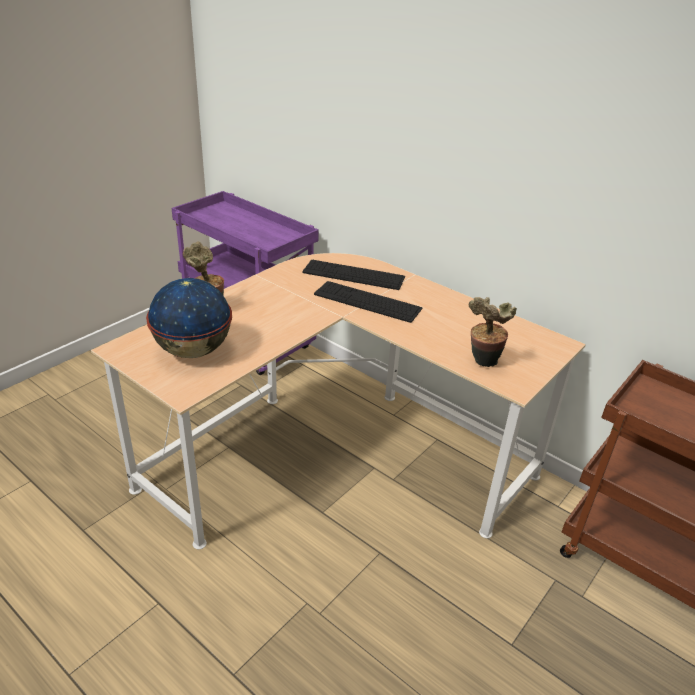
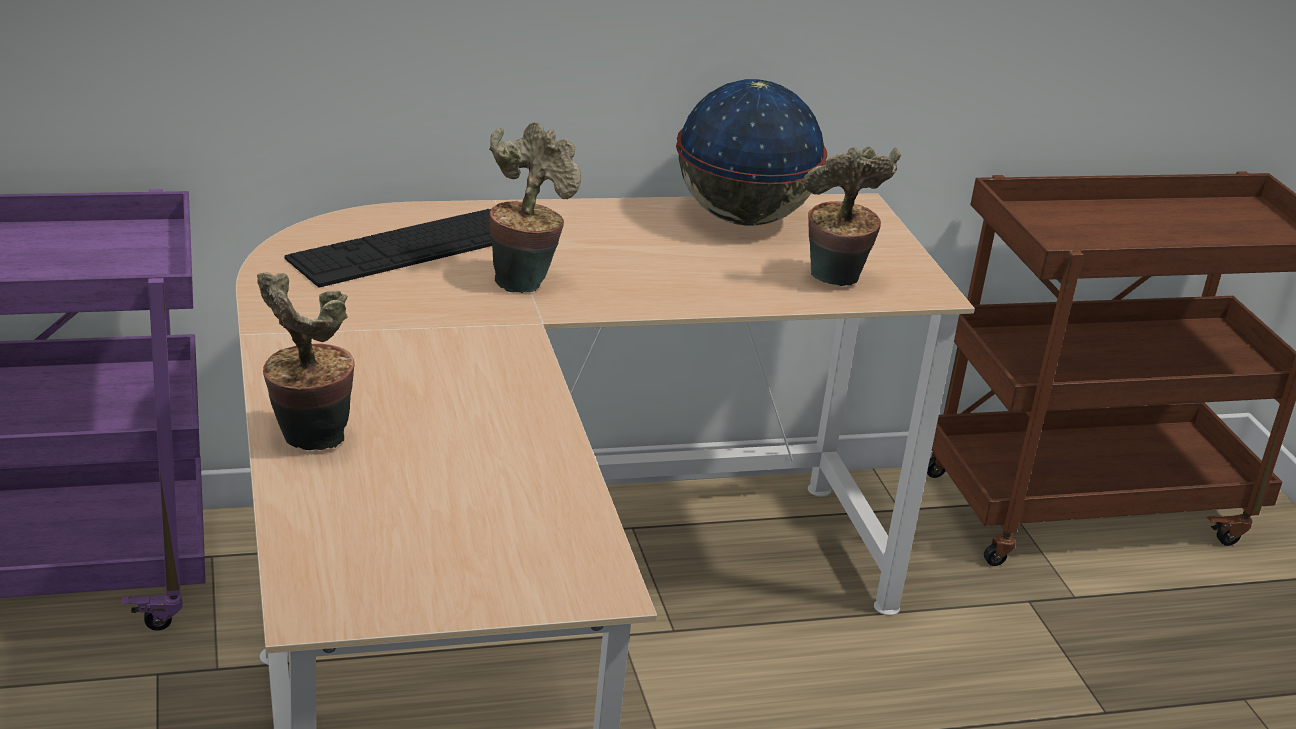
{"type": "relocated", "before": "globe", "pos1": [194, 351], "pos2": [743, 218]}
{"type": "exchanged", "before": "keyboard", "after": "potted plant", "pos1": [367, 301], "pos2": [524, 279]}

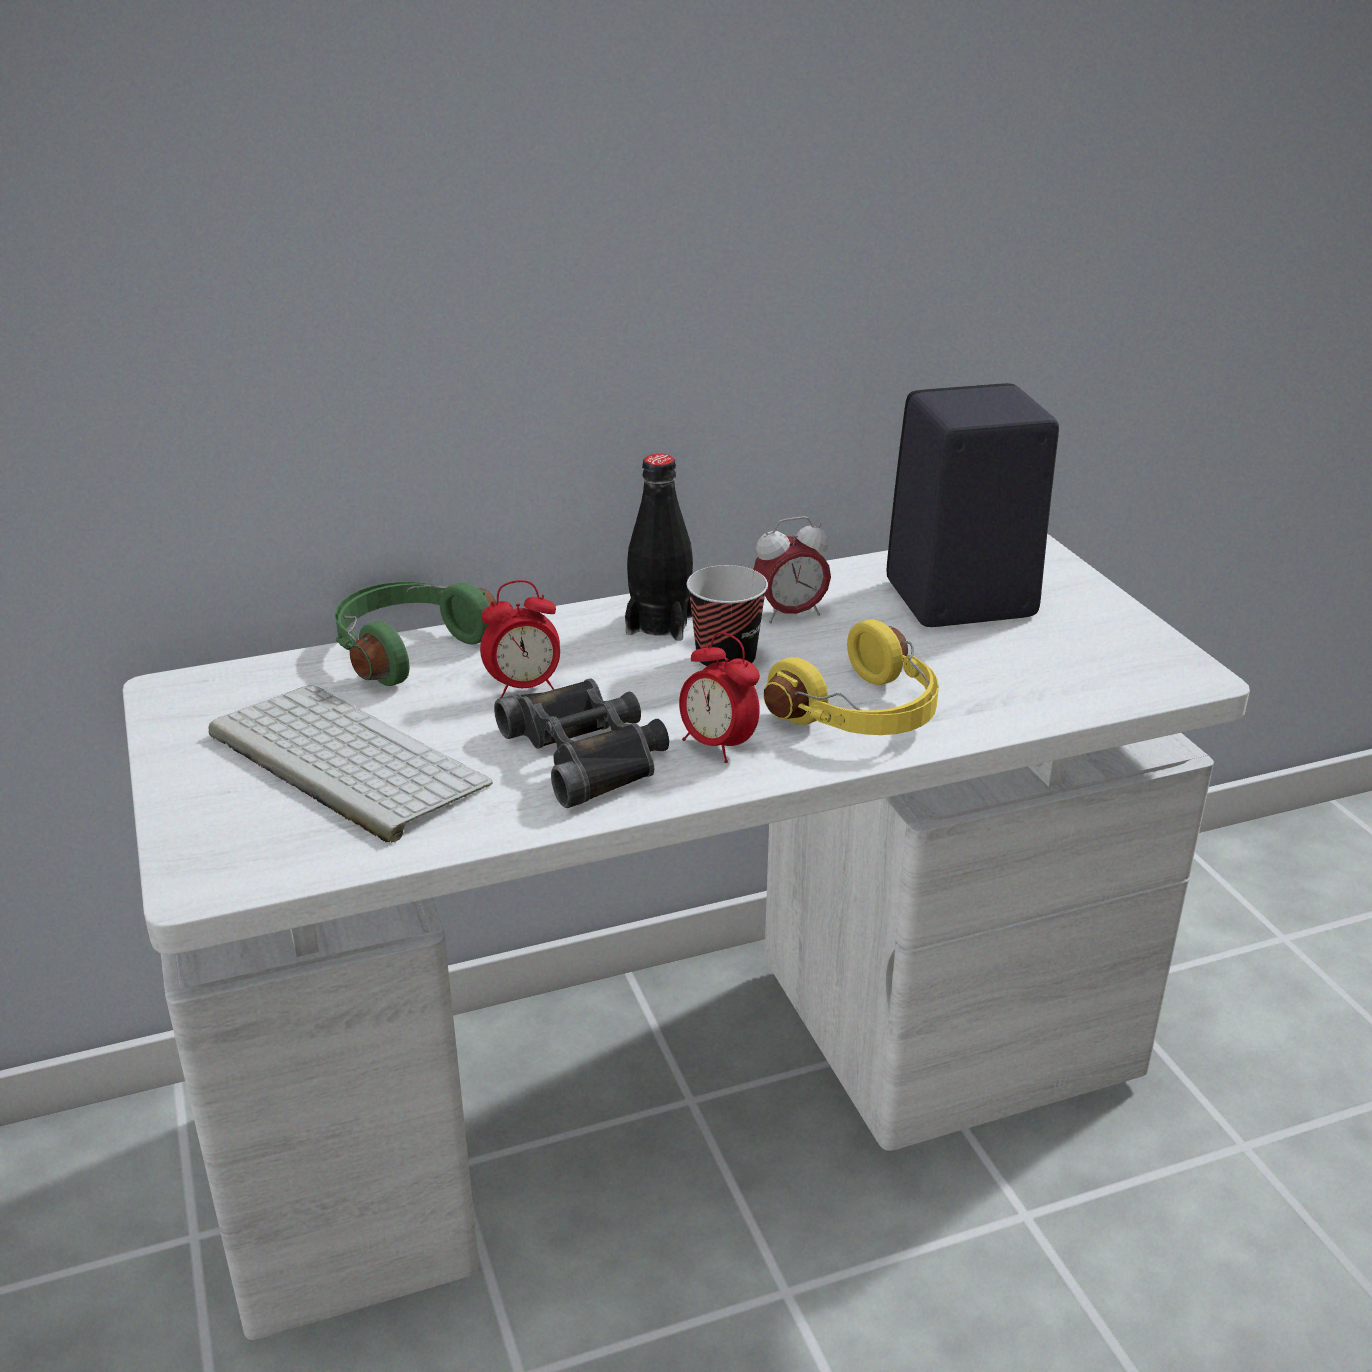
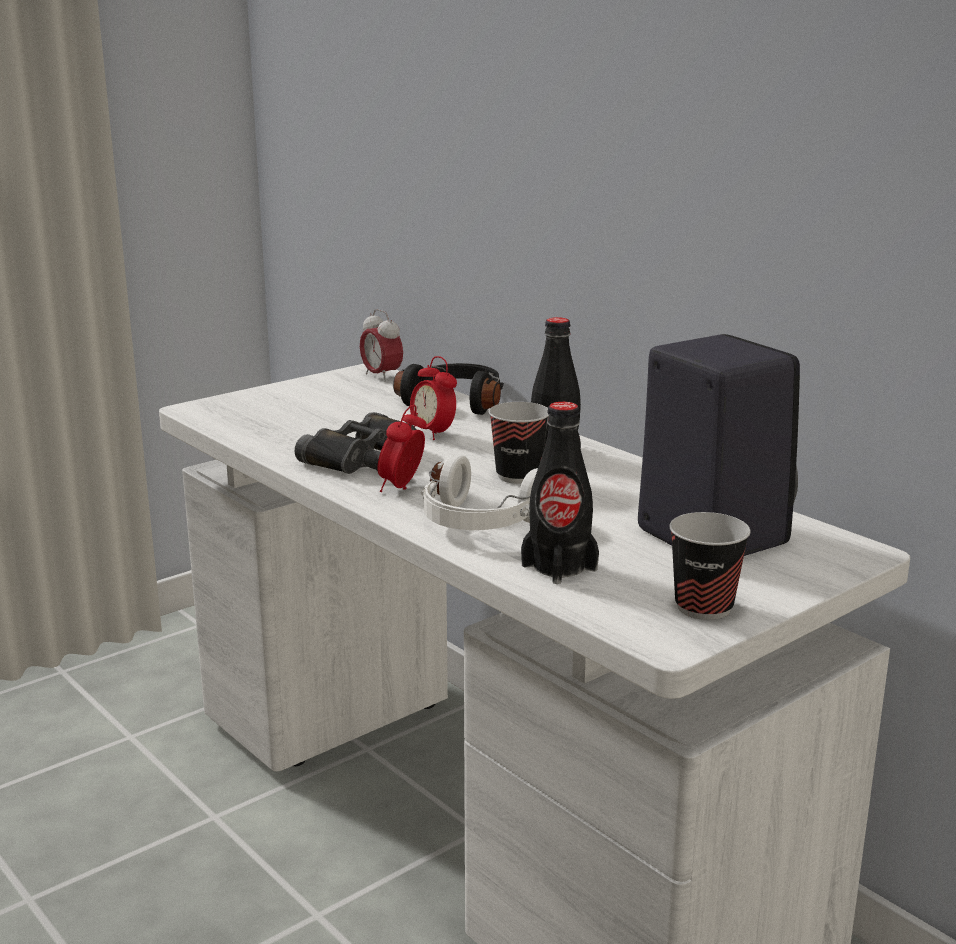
{"type": "missing", "before": "keyboard", "pos1": [341, 760]}
{"type": "colour", "before": "green headphones", "after": "black headphones", "pos1": [405, 648], "pos2": [456, 402]}
{"type": "relocated", "before": "alarm clock", "pos1": [790, 614], "pos2": [381, 376]}
{"type": "colour", "before": "yellow headphones", "after": "white headphones", "pos1": [863, 714], "pos2": [480, 523]}
{"type": "appeared", "after": "black bottle", "pos2": [559, 567]}
{"type": "appeared", "after": "cup", "pos2": [704, 607]}

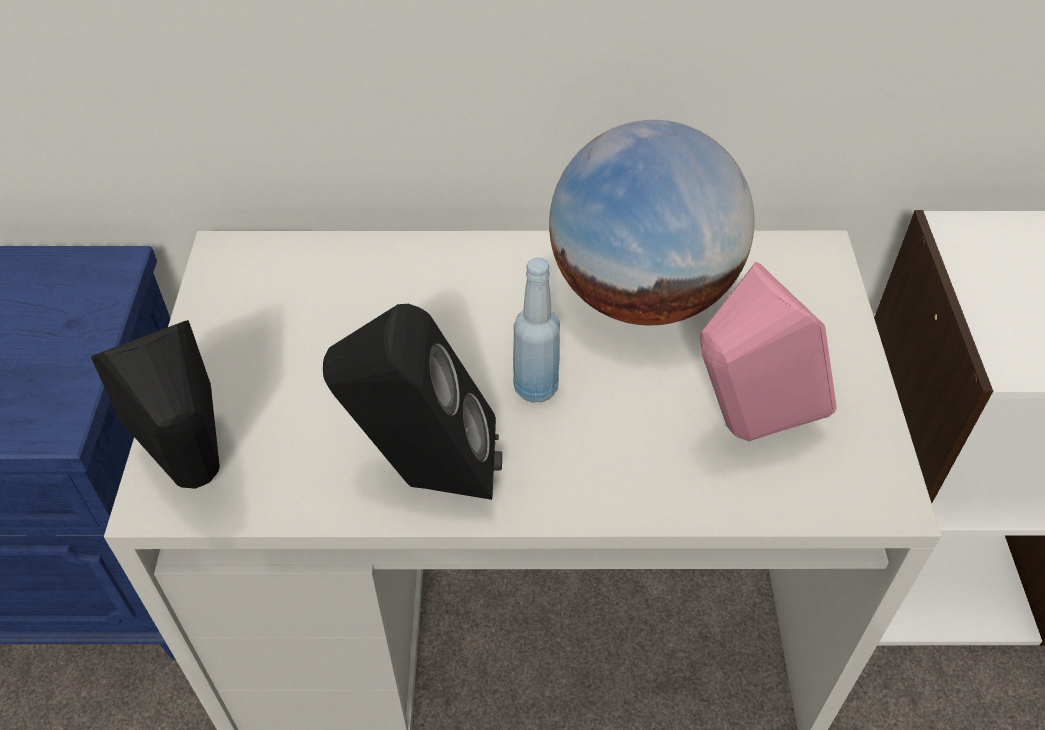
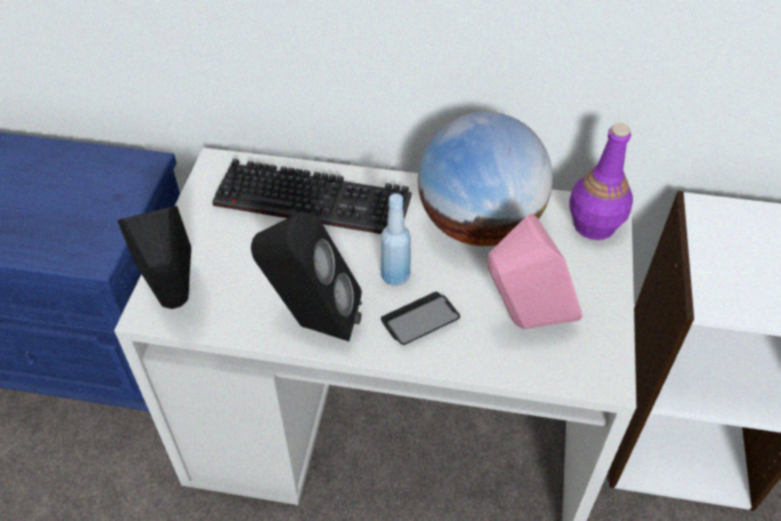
{"type": "appeared", "after": "keyboard", "pos2": [317, 199]}
{"type": "appeared", "after": "phone", "pos2": [420, 319]}
{"type": "appeared", "after": "purple bottle", "pos2": [593, 225]}

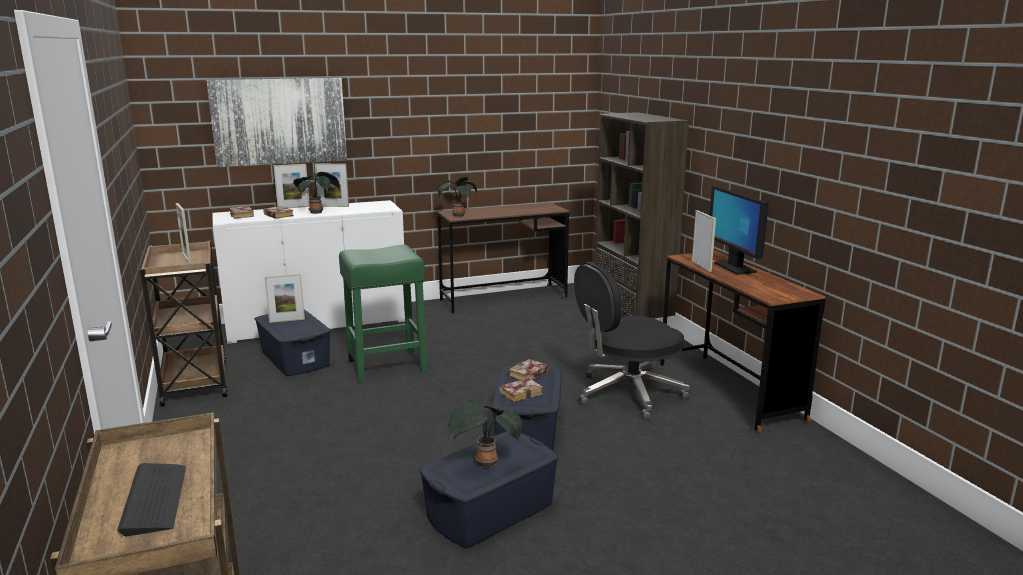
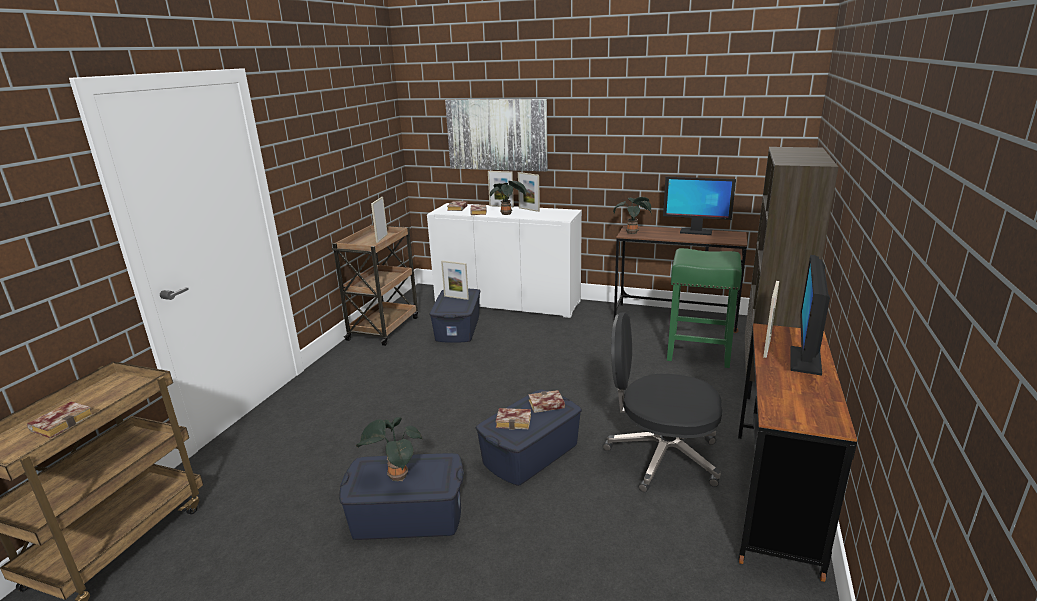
{"type": "exchanged", "before": "keyboard", "after": "book", "pos1": [154, 499], "pos2": [63, 422]}
{"type": "relocated", "before": "green stool", "pos1": [385, 366], "pos2": [697, 353]}
{"type": "appeared", "after": "monitor", "pos2": [695, 232]}

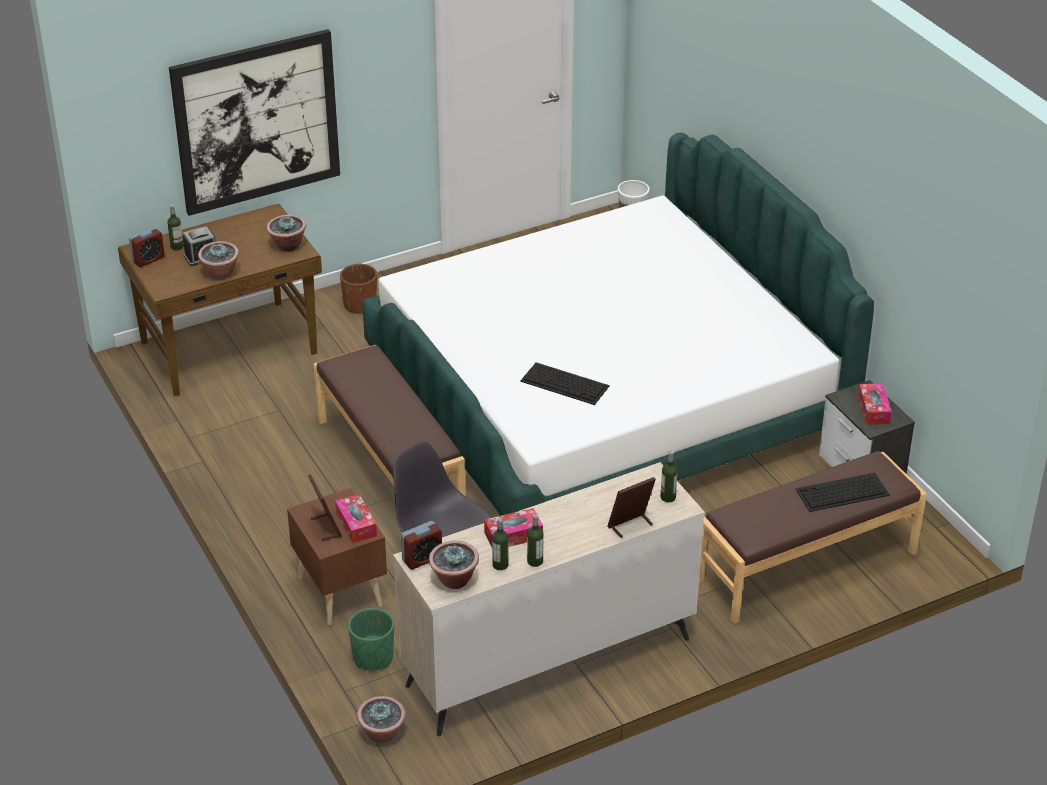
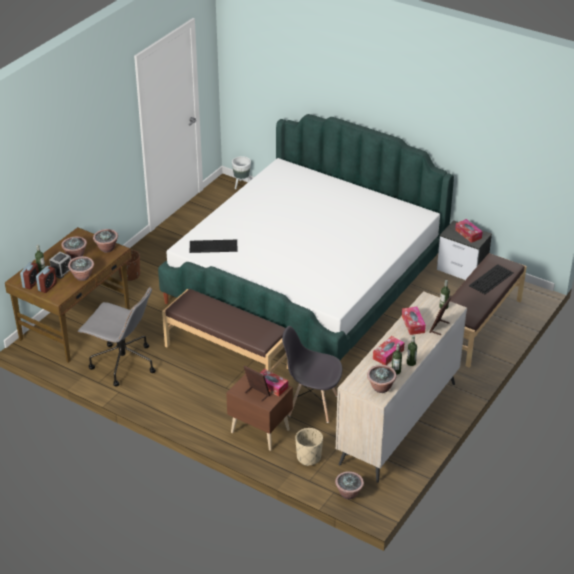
{"type": "missing", "before": "picture", "pos1": [256, 121]}
{"type": "colour", "before": "green planter", "after": "beige planter", "pos1": [373, 657], "pos2": [308, 457]}
{"type": "relocated", "before": "alarm clock", "pos1": [422, 559], "pos2": [47, 287]}
{"type": "relocated", "before": "keyboard", "pos1": [565, 383], "pos2": [214, 246]}
{"type": "appeared", "after": "potted plant", "pos2": [75, 256]}
{"type": "appeared", "after": "grey office chair", "pos2": [122, 364]}
{"type": "appeared", "after": "tissue box", "pos2": [413, 324]}

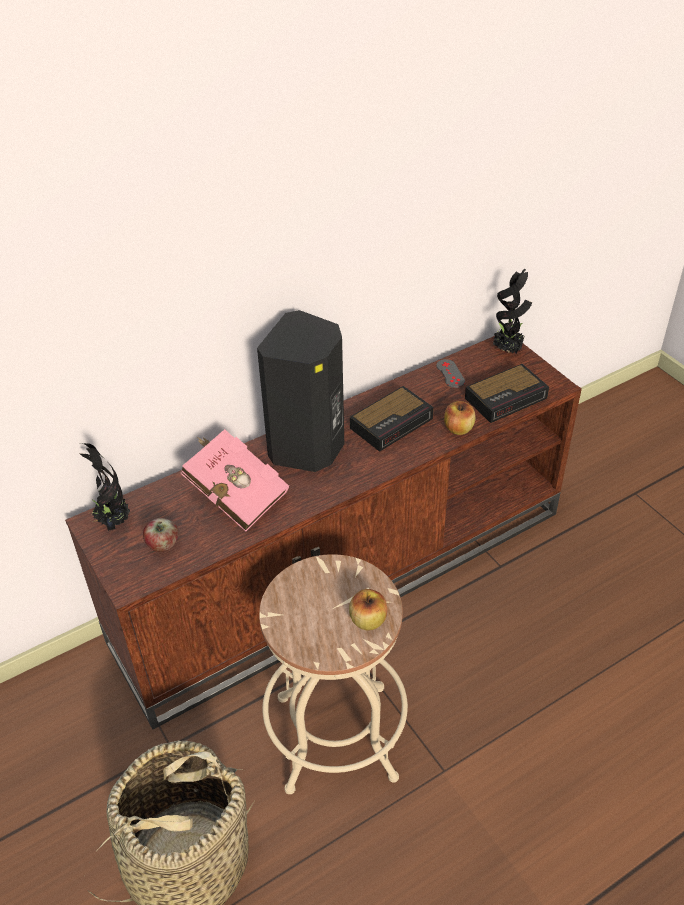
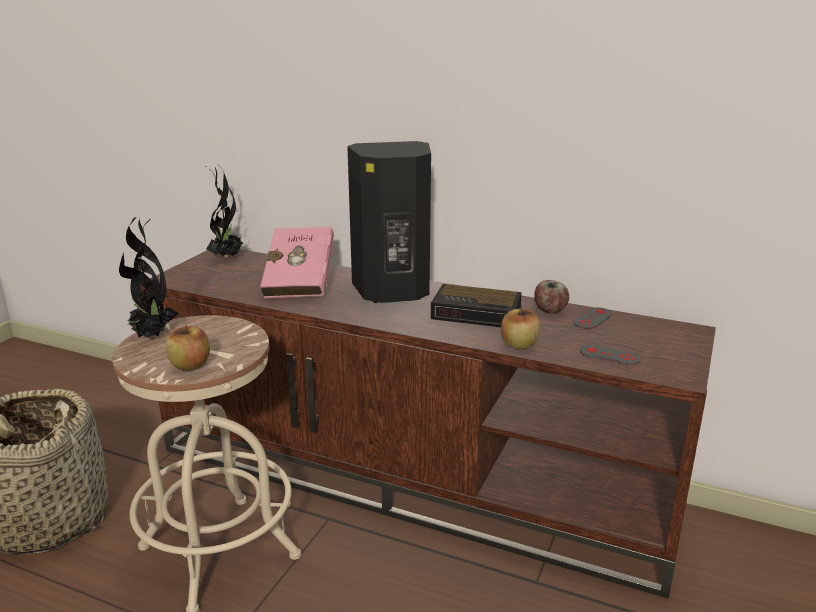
{"type": "relocated", "before": "apple", "pos1": [163, 545], "pos2": [549, 310]}
{"type": "exchanged", "before": "alarm clock", "after": "grey game controller", "pos1": [507, 397], "pos2": [609, 355]}
{"type": "relocated", "before": "potted plant", "pos1": [508, 350], "pos2": [152, 336]}

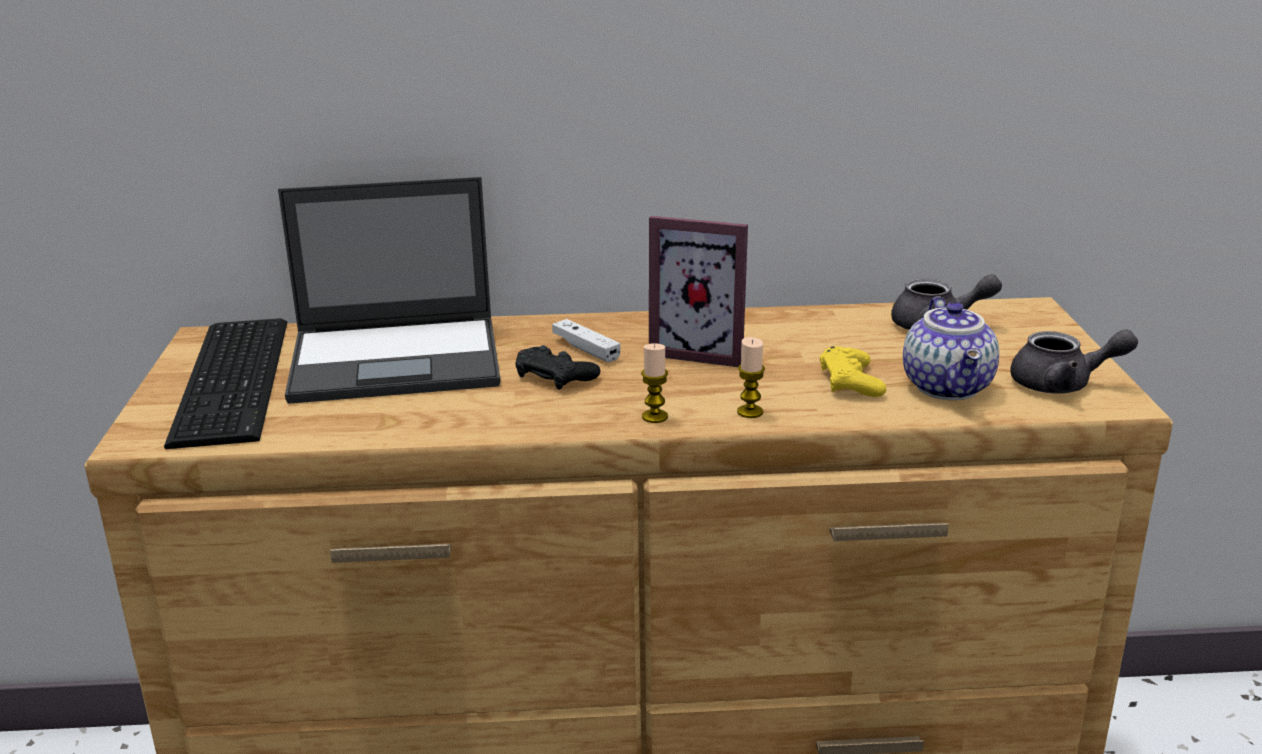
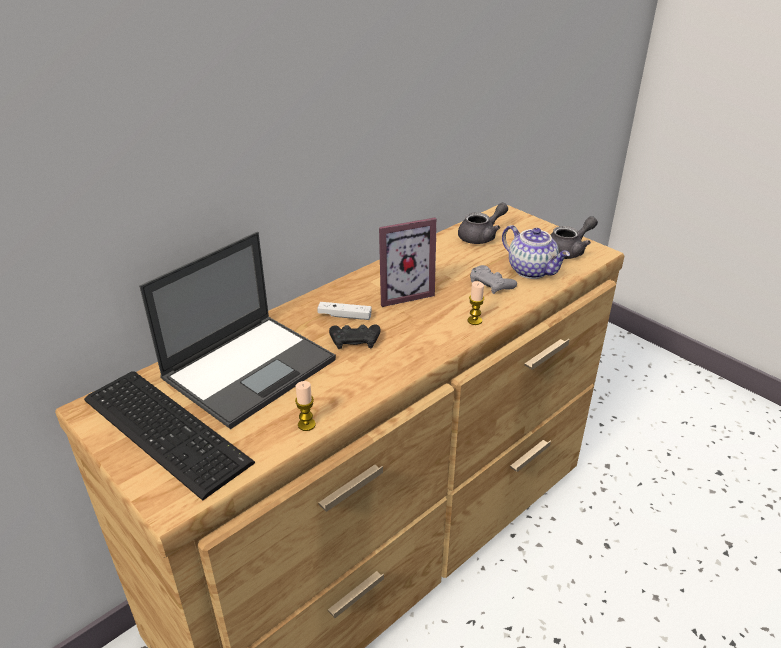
{"type": "relocated", "before": "candle", "pos1": [654, 417], "pos2": [306, 425]}
{"type": "colour", "before": "yellow game controller", "after": "grey game controller", "pos1": [850, 382], "pos2": [491, 284]}

